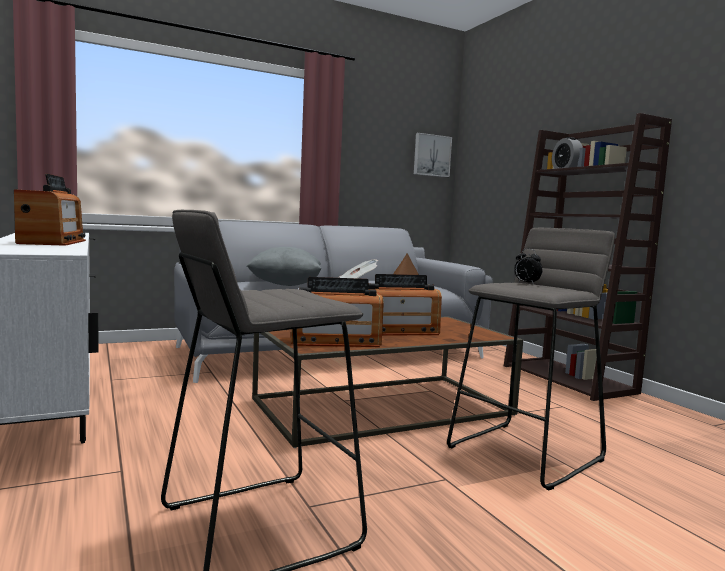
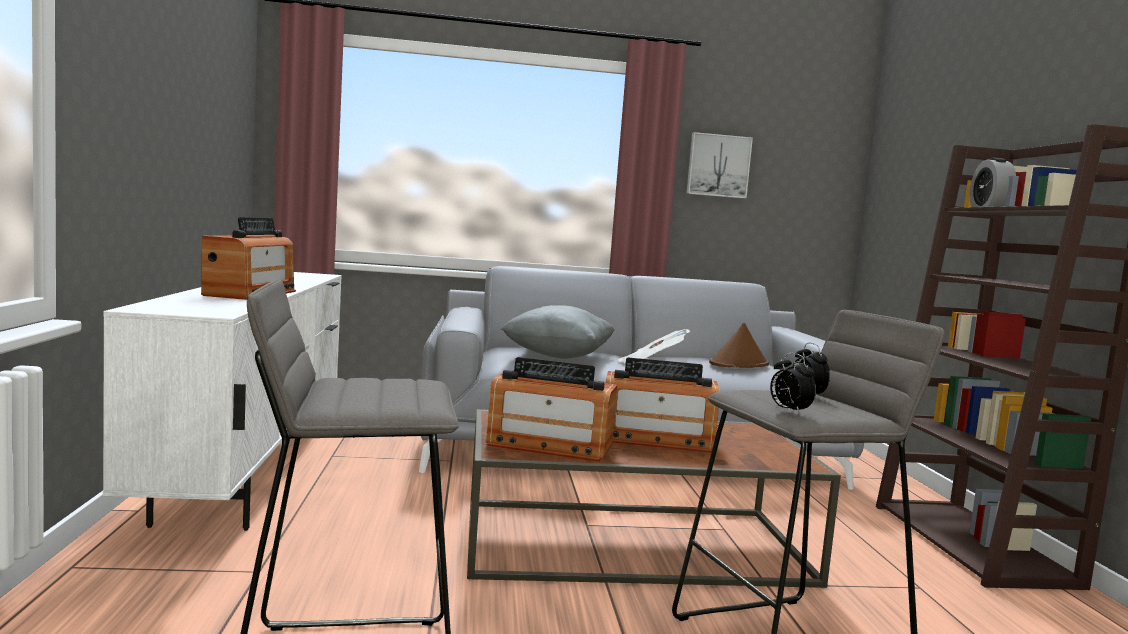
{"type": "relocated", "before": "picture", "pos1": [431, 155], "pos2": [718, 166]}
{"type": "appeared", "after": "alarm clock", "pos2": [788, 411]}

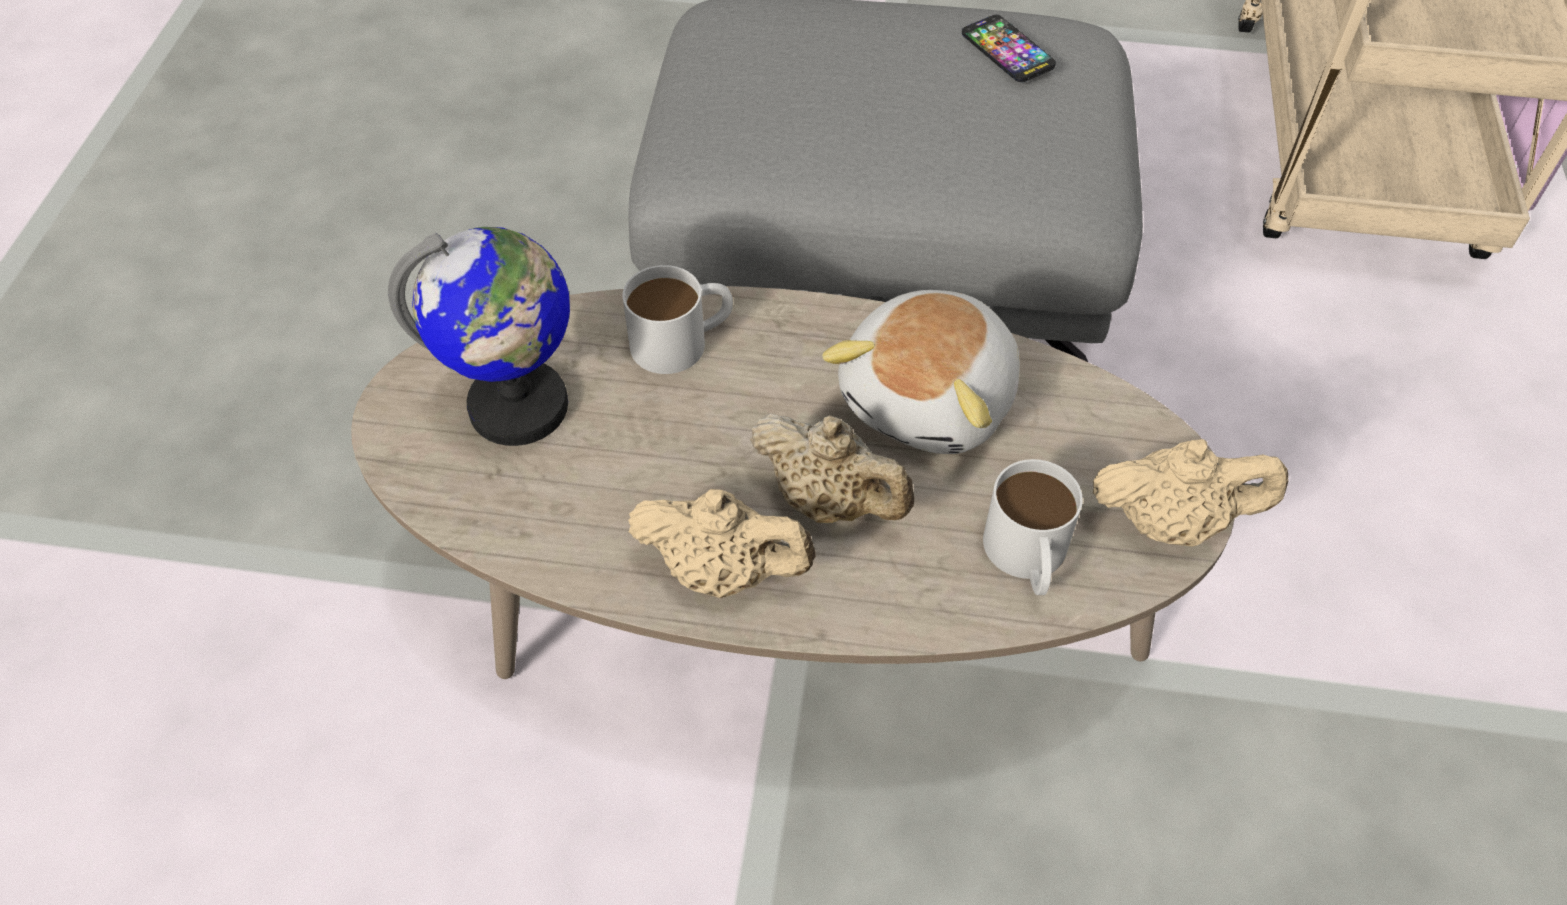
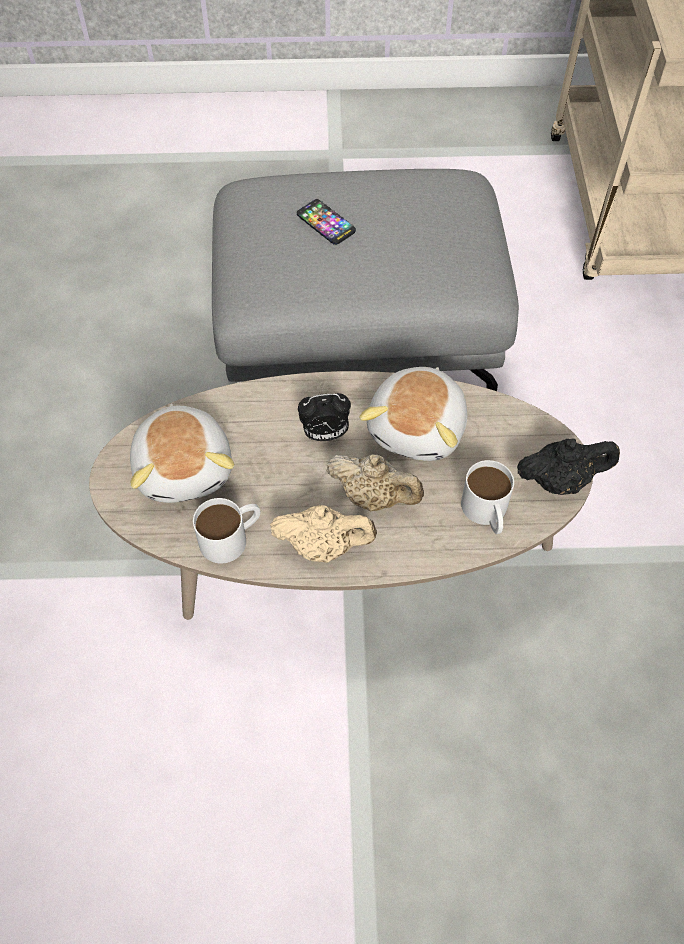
{"type": "exchanged", "before": "globe", "after": "plush toy", "pos1": [519, 407], "pos2": [185, 467]}
{"type": "relocated", "before": "white mug", "pos1": [682, 340], "pos2": [231, 537]}
{"type": "relocated", "before": "phone", "pos1": [1007, 50], "pos2": [326, 223]}
{"type": "colour", "before": "beige teapot", "after": "black teapot", "pos1": [1172, 522], "pos2": [560, 480]}
{"type": "appeared", "after": "alarm clock", "pos2": [324, 434]}

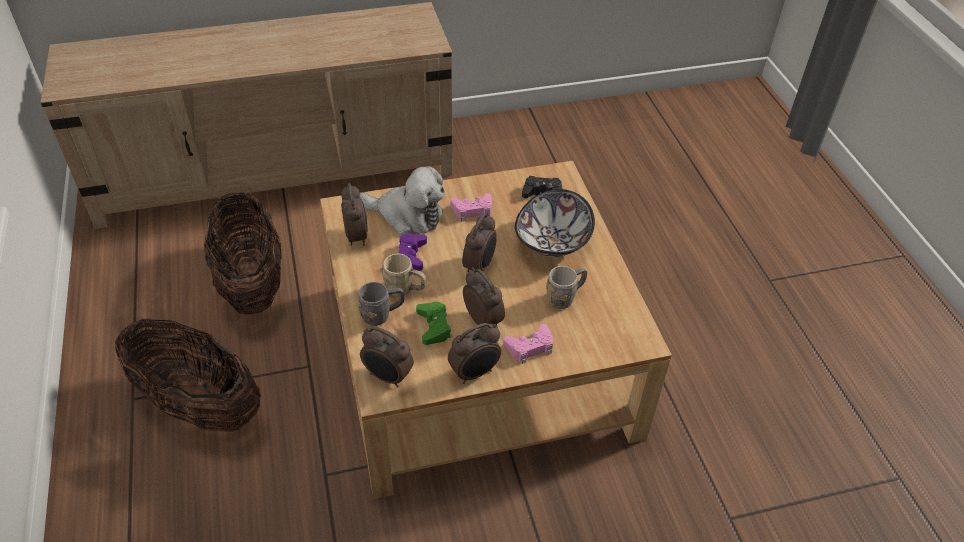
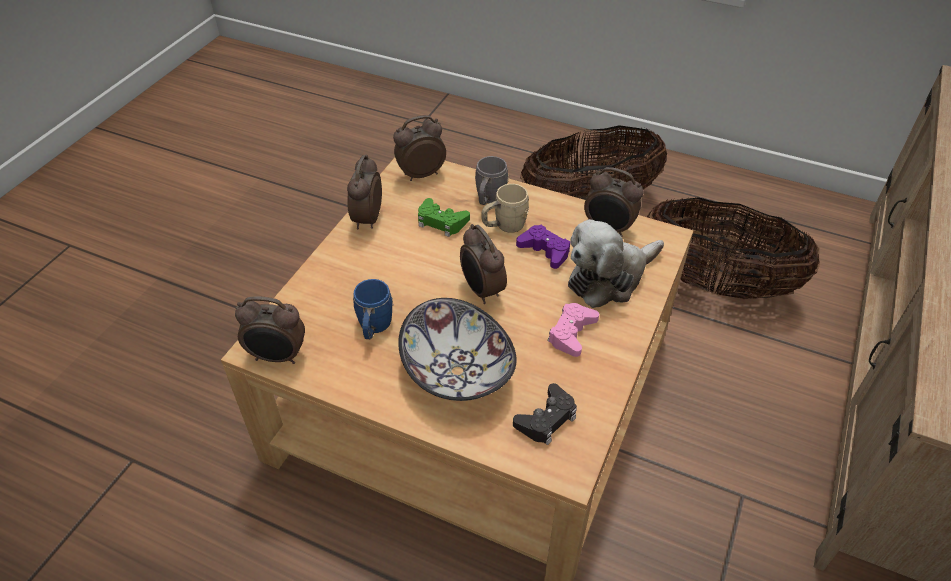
{"type": "relocated", "before": "alarm clock", "pos1": [483, 320], "pos2": [278, 357]}
{"type": "missing", "before": "pink game controller", "pos1": [530, 347]}
{"type": "colour", "before": "grey mug", "after": "blue mug", "pos1": [565, 297], "pos2": [374, 328]}

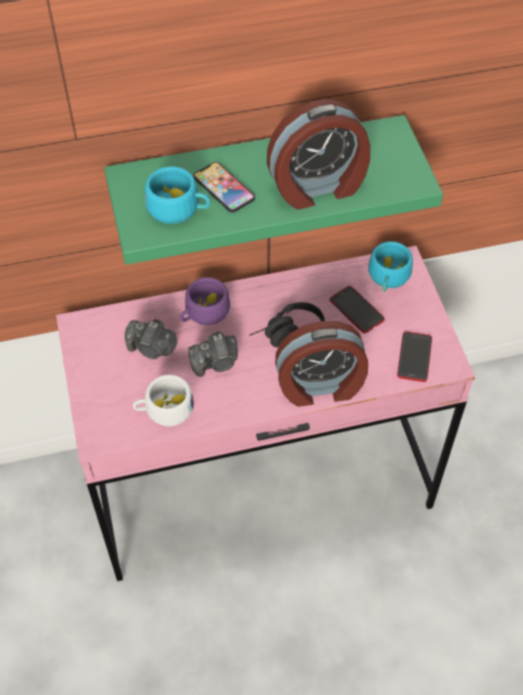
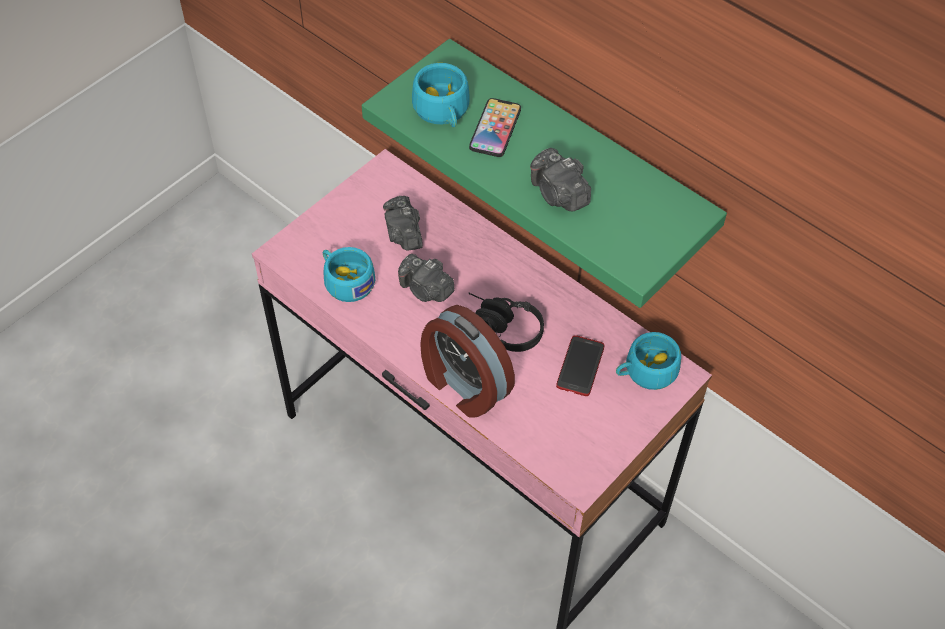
{"type": "colour", "before": "white cup", "after": "turquoise cup", "pos1": [164, 409], "pos2": [346, 280]}
{"type": "missing", "before": "purple cup", "pos1": [203, 313]}
{"type": "exchanged", "before": "alarm clock", "after": "photo camera", "pos1": [318, 187], "pos2": [558, 194]}
{"type": "missing", "before": "phone", "pos1": [414, 357]}

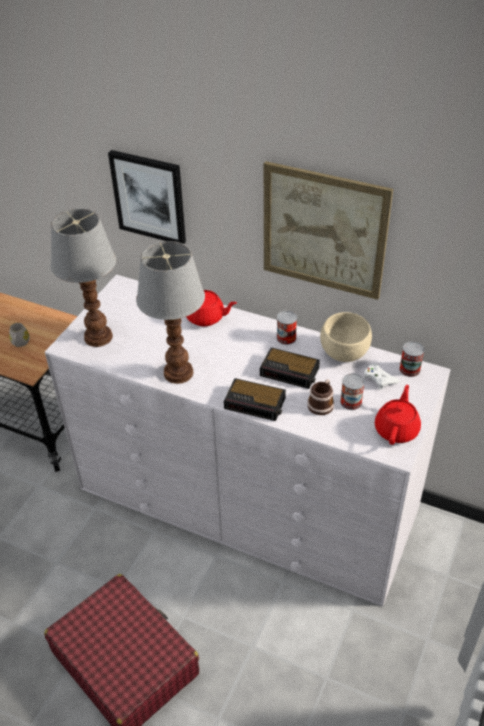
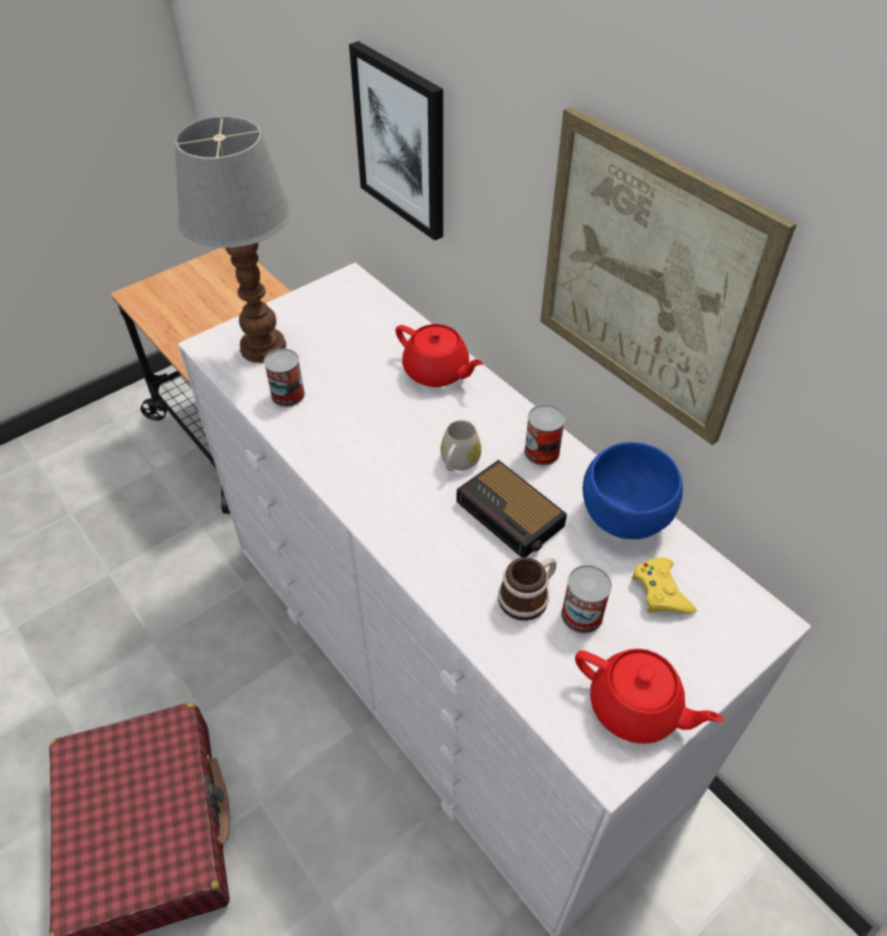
{"type": "relocated", "before": "white mug", "pos1": [20, 343], "pos2": [458, 463]}
{"type": "missing", "before": "table lamp", "pos1": [179, 373]}
{"type": "missing", "before": "alarm clock", "pos1": [256, 403]}
{"type": "colour", "before": "beige bowl", "after": "blue bowl", "pos1": [343, 353], "pos2": [623, 516]}
{"type": "colour", "before": "white game controller", "after": "yellow game controller", "pos1": [379, 379], "pos2": [661, 591]}
{"type": "spun", "before": "red teapot", "pos1": [397, 429], "pos2": [635, 708], "turn": 75}
{"type": "relocated", "before": "can", "pos1": [409, 369], "pos2": [288, 395]}

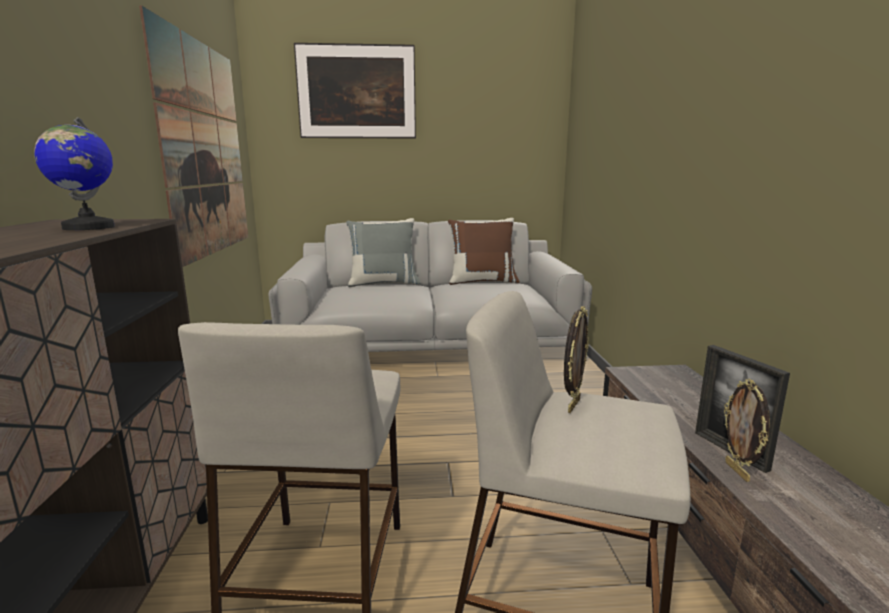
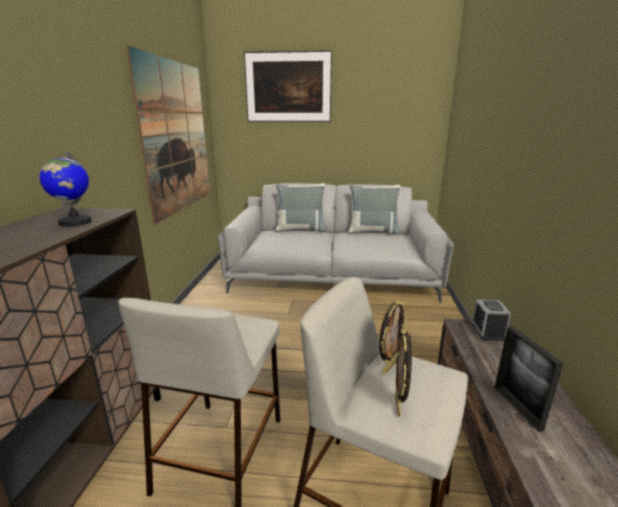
{"type": "colour", "before": "brown pillow", "after": "grey pillow", "pos1": [482, 281], "pos2": [373, 232]}
{"type": "relocated", "before": "picture frame", "pos1": [738, 471], "pos2": [399, 405]}
{"type": "appeared", "after": "alarm clock", "pos2": [487, 331]}

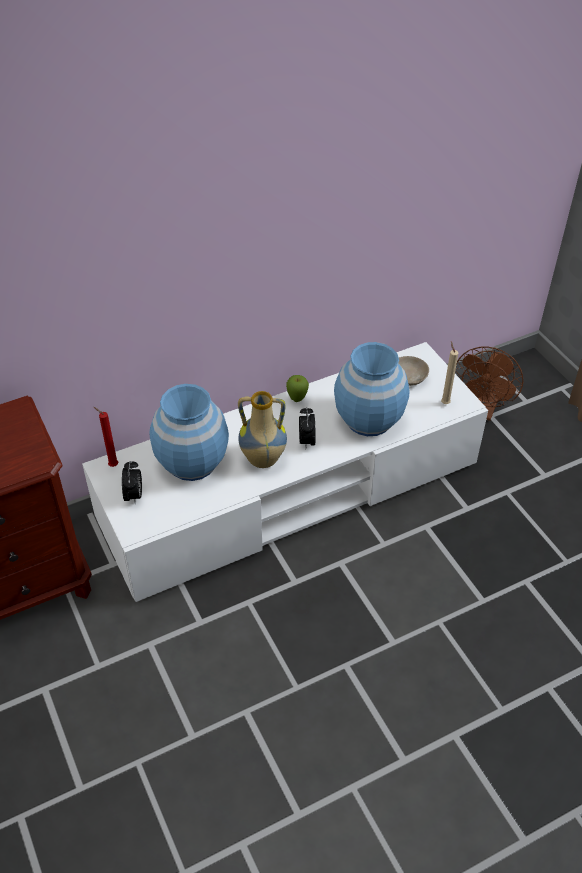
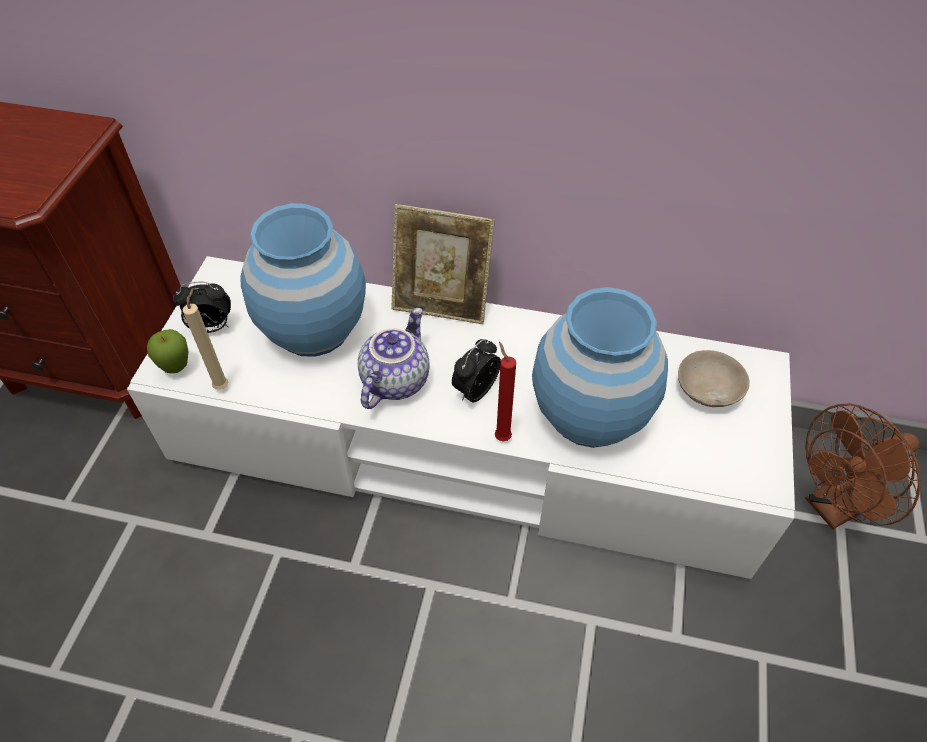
{"type": "relocated", "before": "red candle", "pos1": [112, 465], "pos2": [501, 436]}
{"type": "spun", "before": "alarm clock", "pos1": [134, 496], "pos2": [211, 327], "turn": 45}
{"type": "exchanged", "before": "vase", "after": "teapot", "pos1": [262, 460], "pos2": [394, 380]}
{"type": "relocated", "before": "apple", "pos1": [297, 399], "pos2": [177, 368]}
{"type": "relocated", "before": "beige candle", "pos1": [444, 402], "pos2": [223, 385]}
{"type": "appeared", "after": "picture frame", "pos2": [442, 304]}

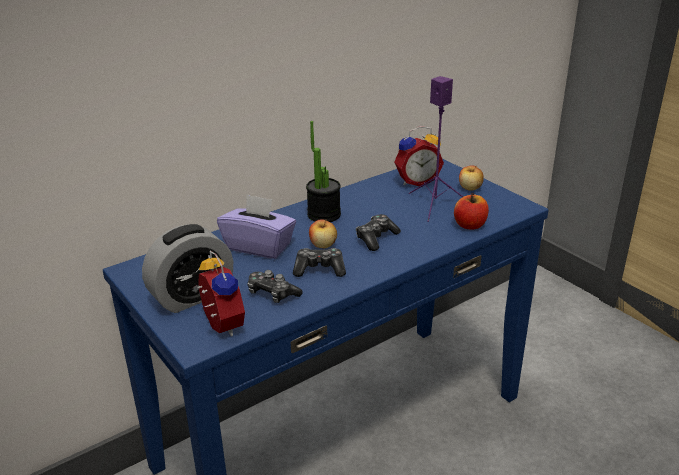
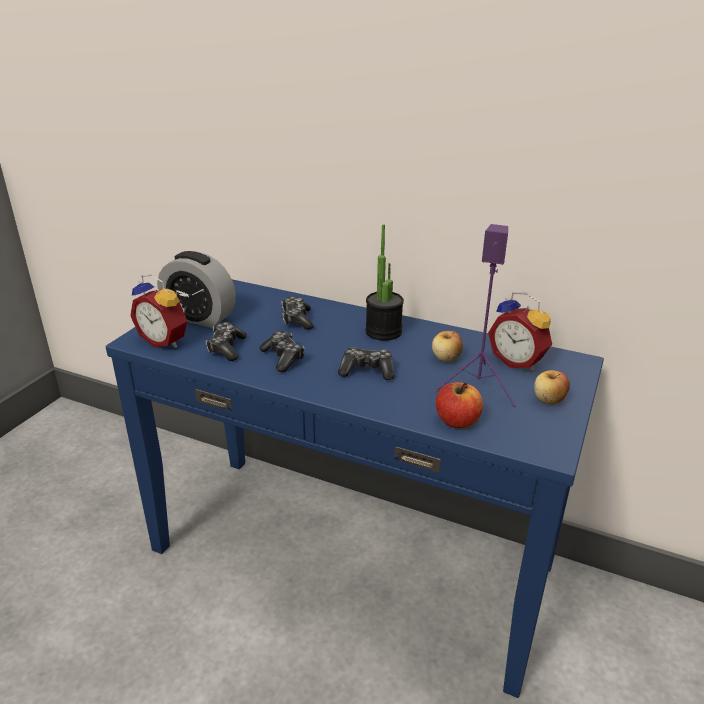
{"type": "spun", "before": "alarm clock", "pos1": [219, 326], "pos2": [165, 341], "turn": 90}
{"type": "exchanged", "before": "purple tissue box", "after": "game controller", "pos1": [259, 246], "pos2": [297, 320]}
{"type": "relocated", "before": "apple", "pos1": [323, 245], "pos2": [446, 358]}

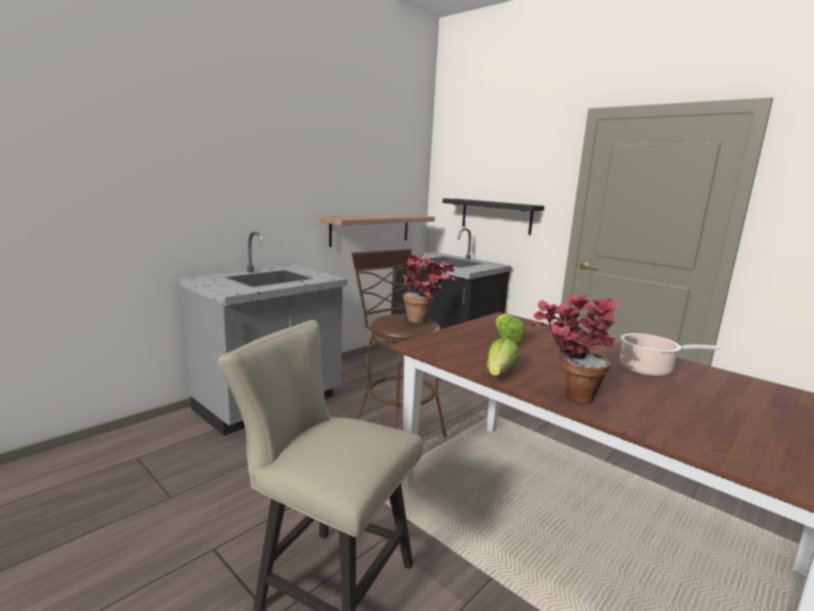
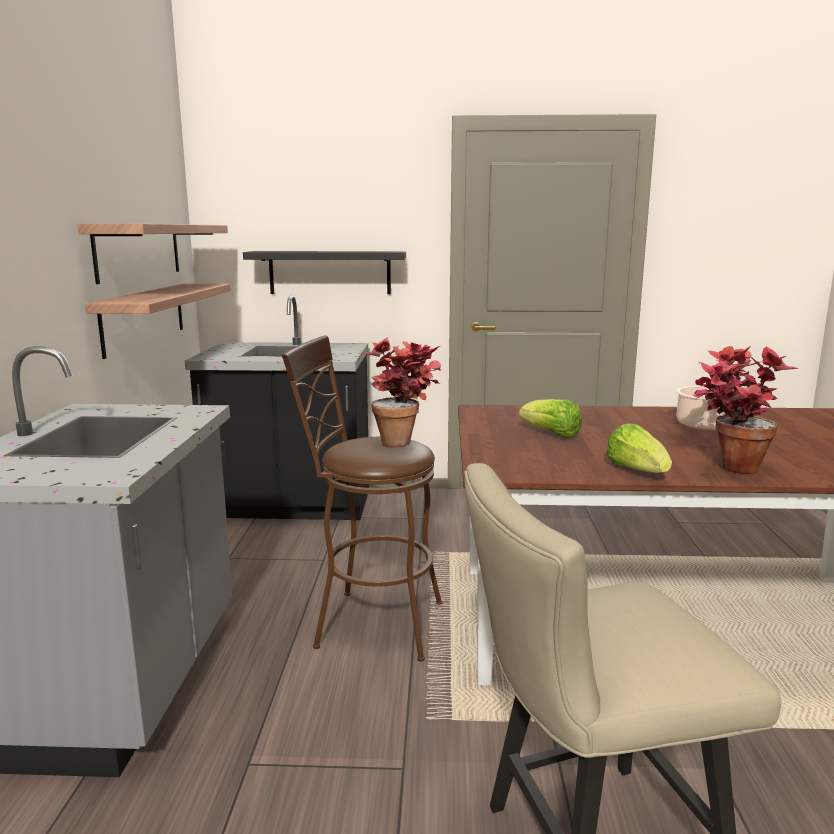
{"type": "appeared", "after": "shelf", "pos2": [139, 251]}

